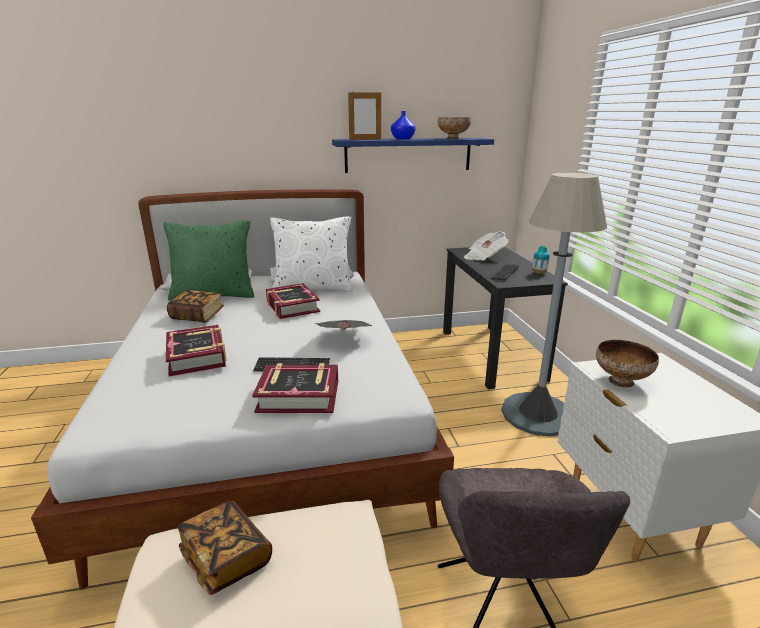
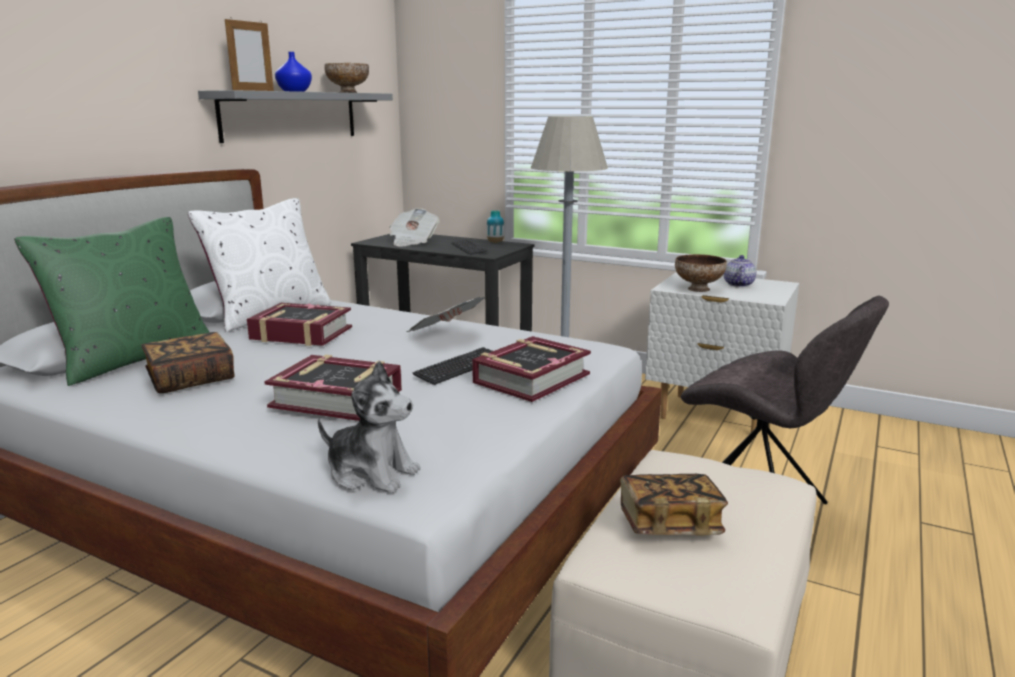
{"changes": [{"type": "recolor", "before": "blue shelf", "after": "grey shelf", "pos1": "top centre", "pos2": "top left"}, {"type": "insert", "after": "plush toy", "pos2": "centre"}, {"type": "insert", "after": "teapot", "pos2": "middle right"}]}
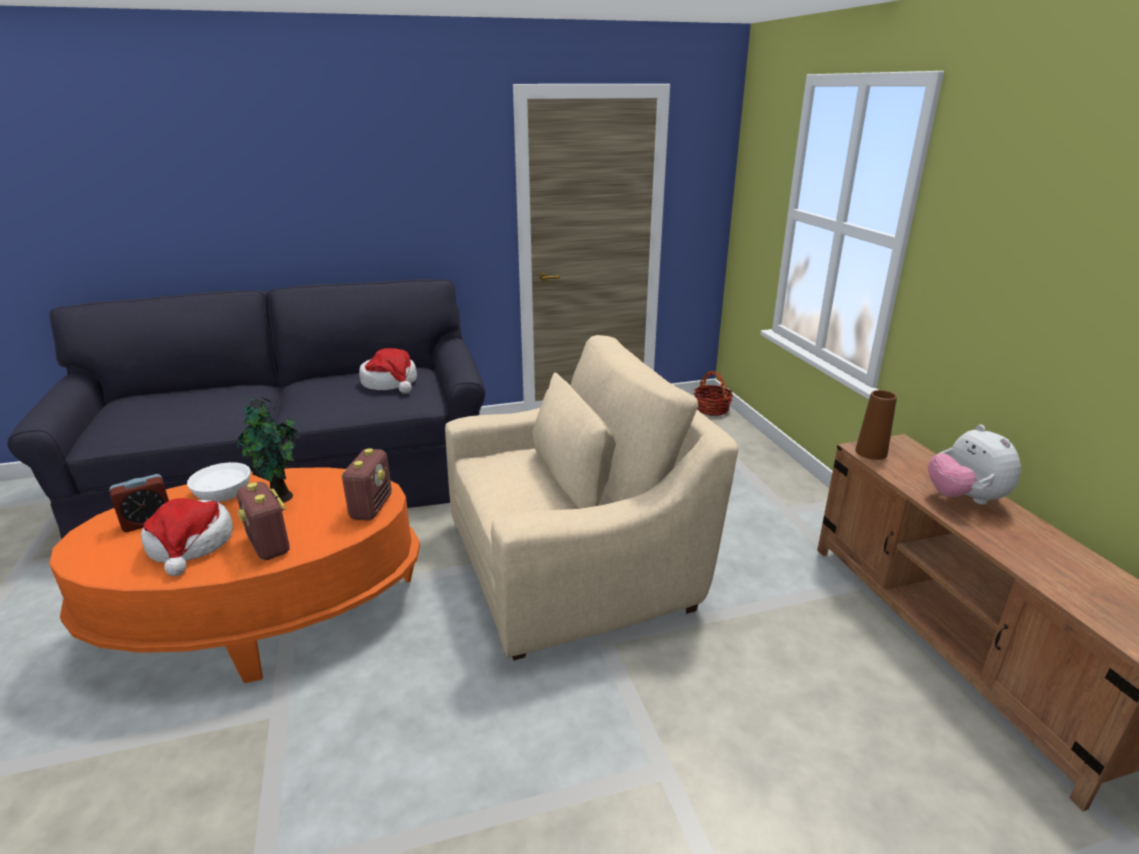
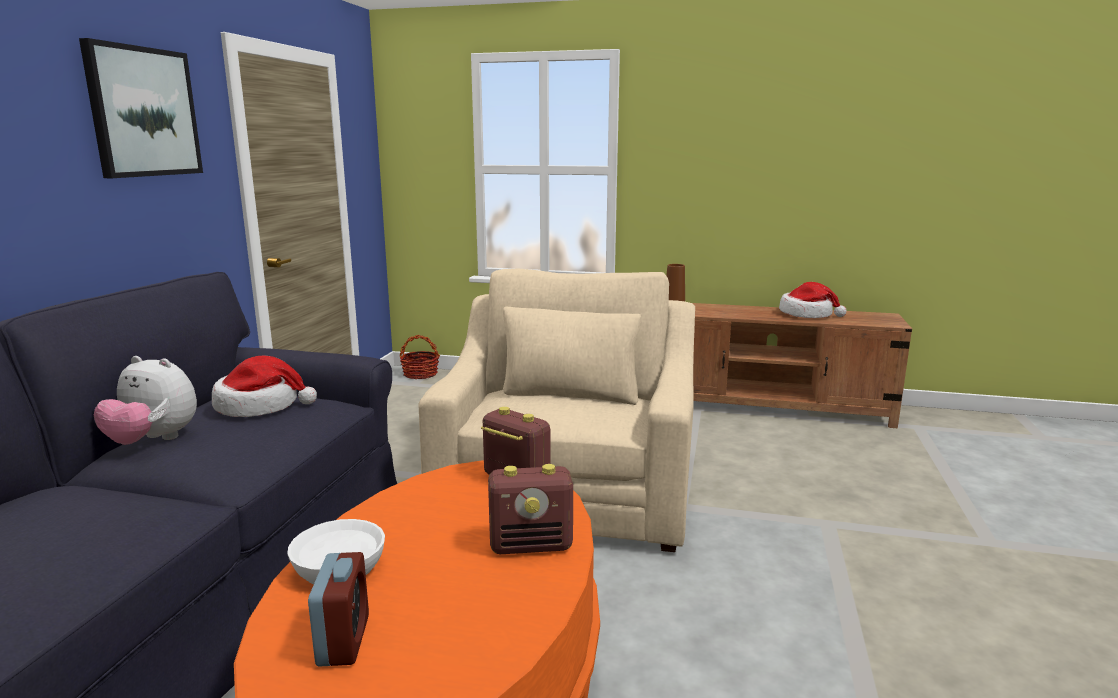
{"changes": [{"type": "insert", "after": "picture", "pos2": "top left"}, {"type": "move", "before": "plush toy", "pos1": "middle right", "pos2": "middle left"}, {"type": "move", "before": "hat (1st from left in the first image)", "after": "hat (2nd from left)", "pos1": "middle left", "pos2": "middle right"}, {"type": "delete", "before": "potted plant", "pos1": "middle left"}]}
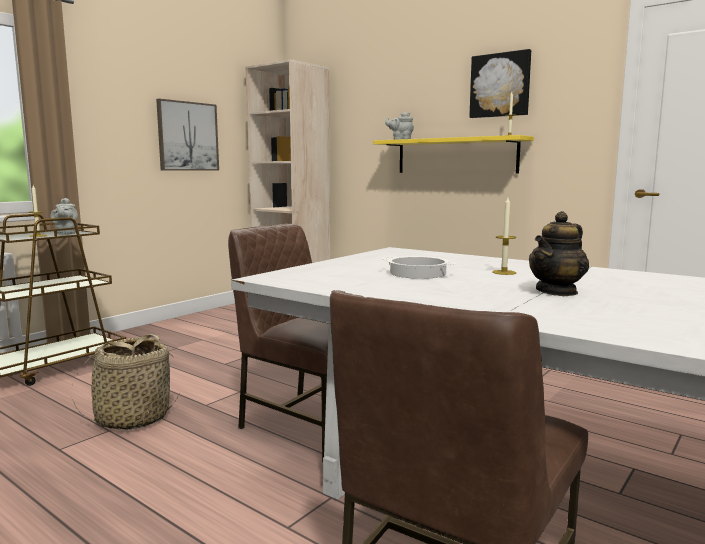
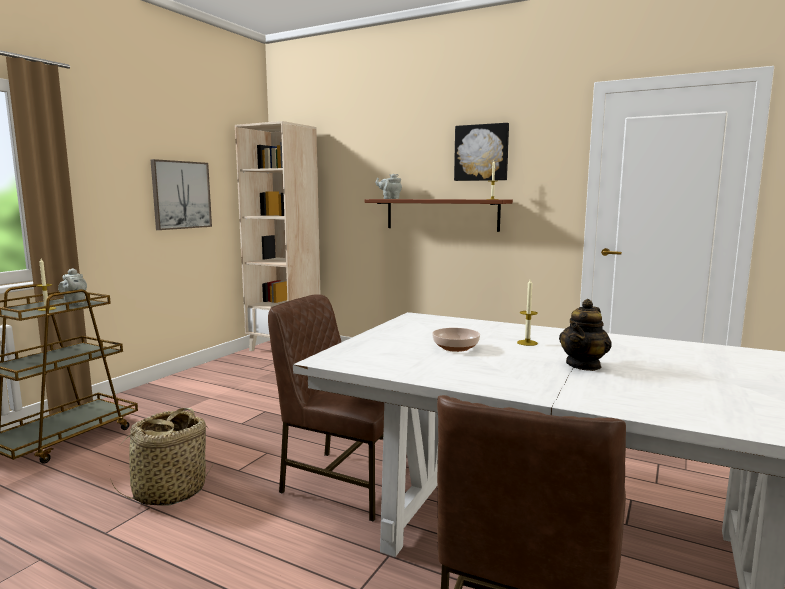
{"changes": [{"type": "recolor", "before": "yellow shelf", "after": "brown shelf", "pos1": "top centre", "pos2": "centre"}, {"type": "replace", "before": "cooking pot", "after": "bowl", "pos1": "centre", "pos2": "centre"}]}
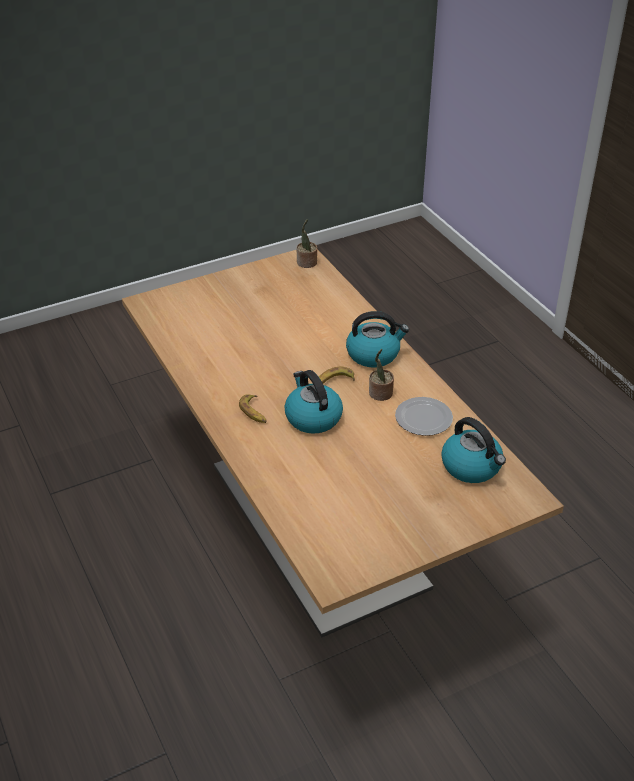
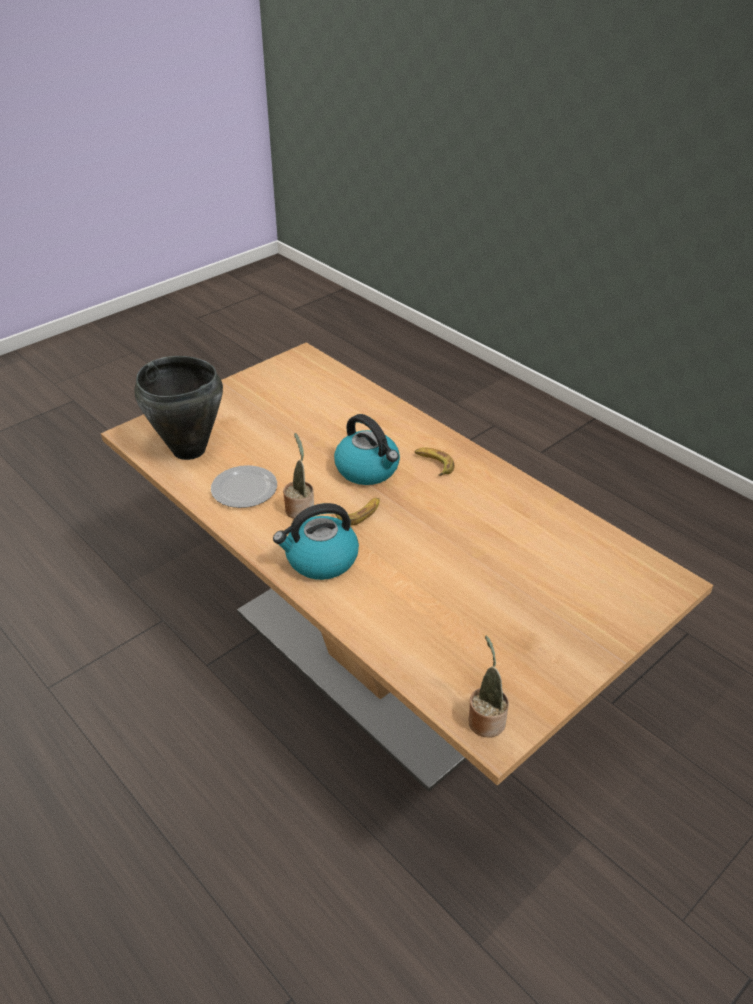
{"changes": [{"type": "replace", "before": "kettle (3rd from left)", "after": "black cooking pot", "pos1": "middle right", "pos2": "middle left"}]}
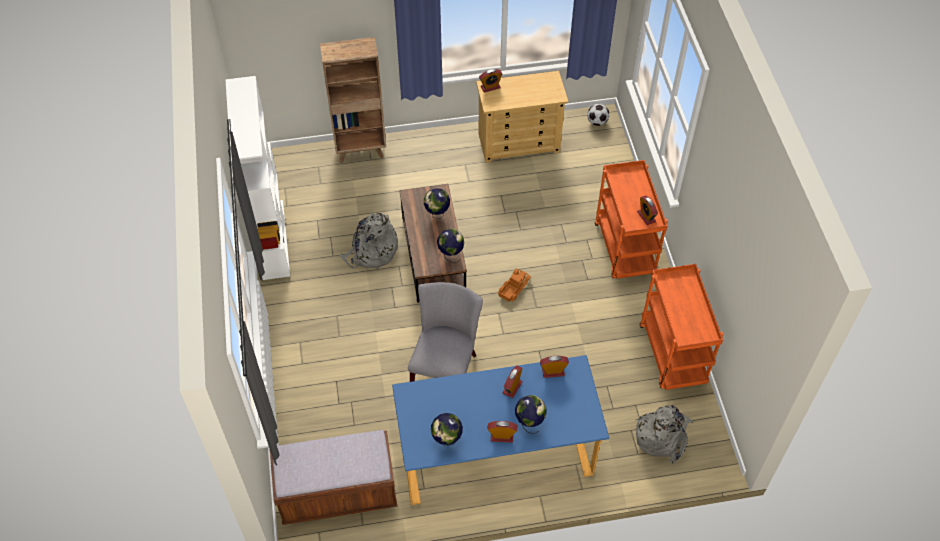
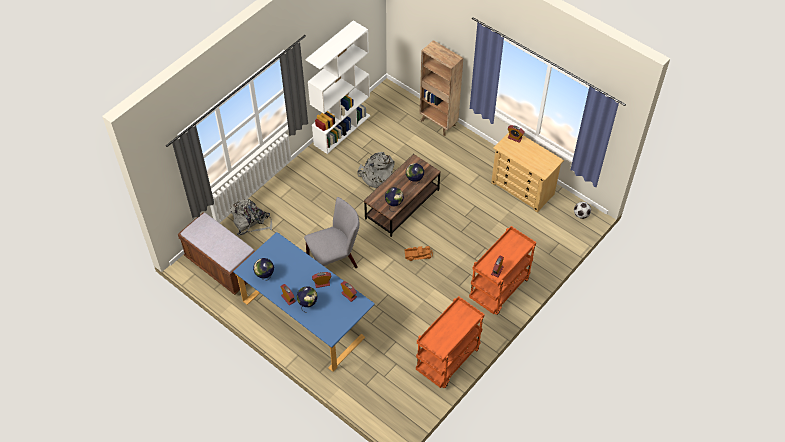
{"changes": [{"type": "move", "before": "grey backpack (2nd from left in the first image)", "after": "grey backpack (1st from left)", "pos1": "bottom right", "pos2": "middle left"}]}
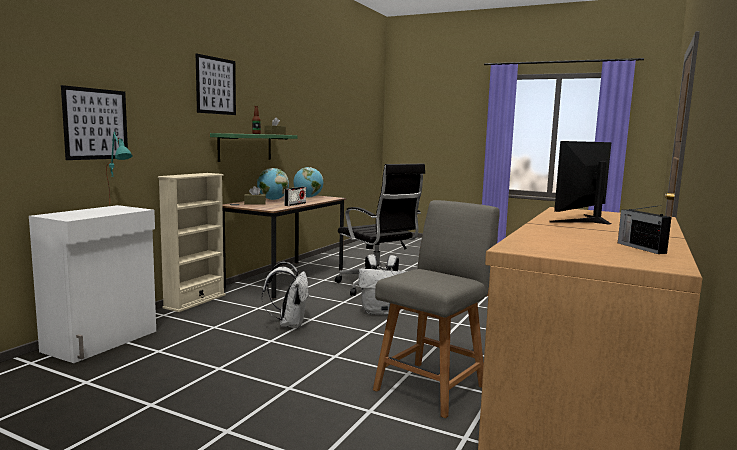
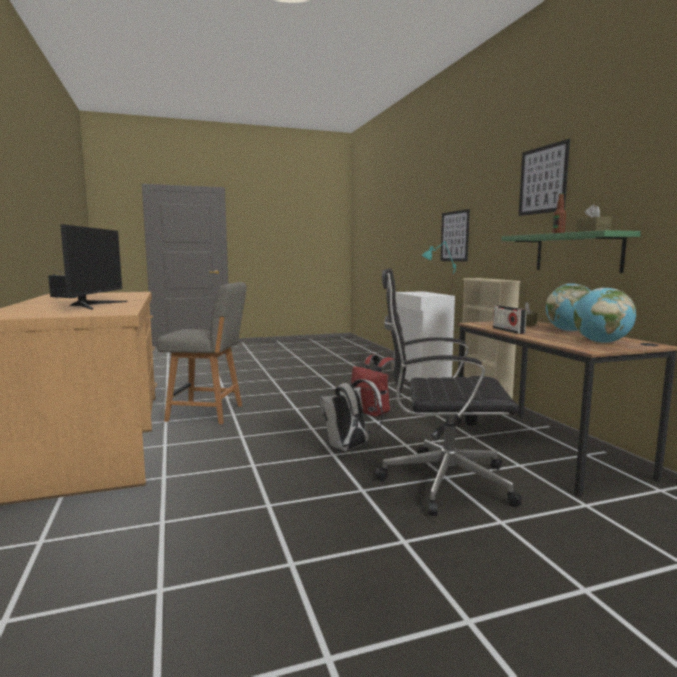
{"changes": [{"type": "rotate", "before": "grey chair", "pos1": "bottom centre", "pos2": "middle left", "turn": -75}, {"type": "recolor", "before": "white backpack (1st from left)", "after": "red backpack", "pos1": "centre", "pos2": "centre"}]}
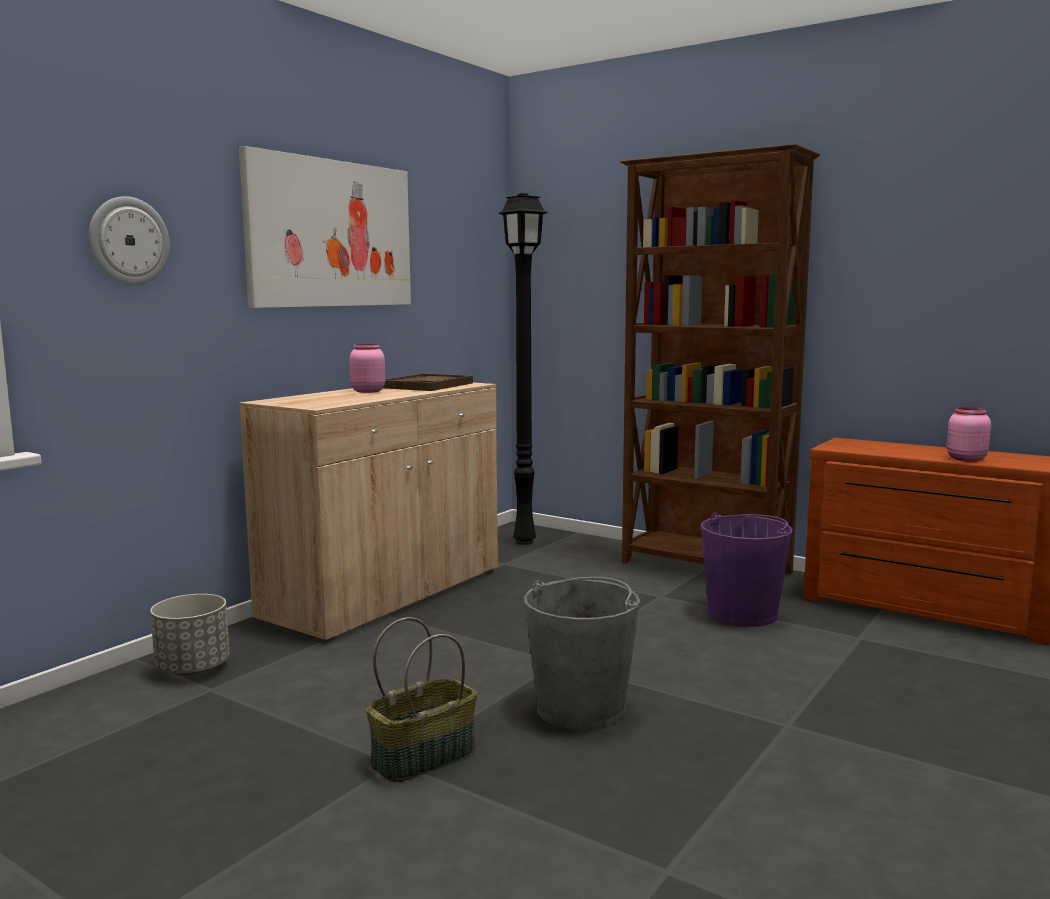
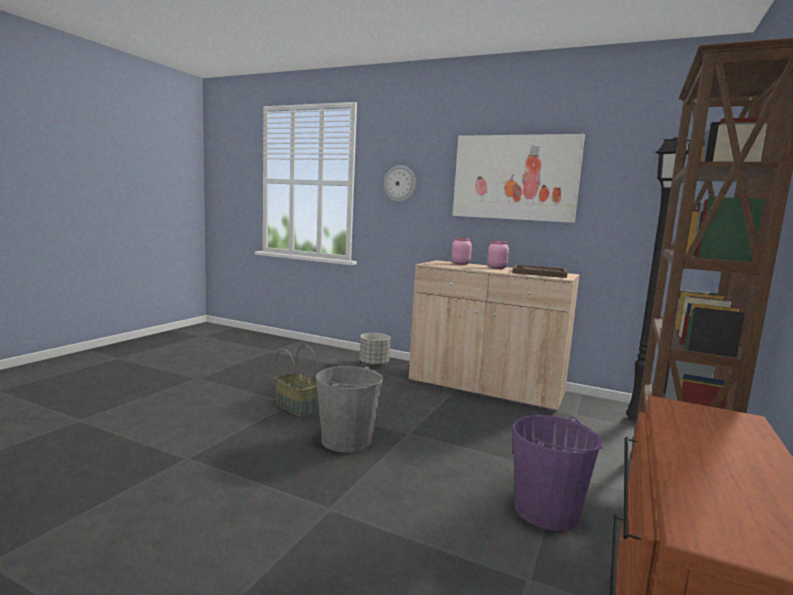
{"changes": [{"type": "move", "before": "pink jar (2nd from left in the first image)", "after": "pink jar (1st from left)", "pos1": "middle right", "pos2": "centre"}]}
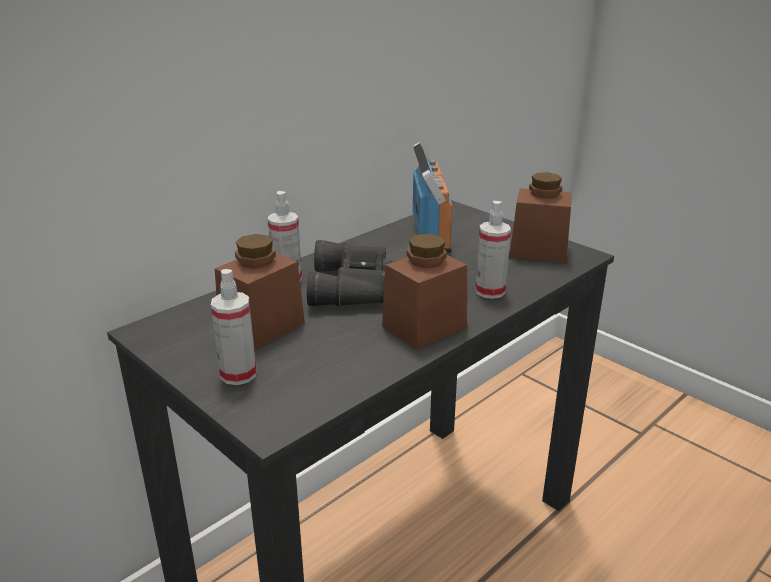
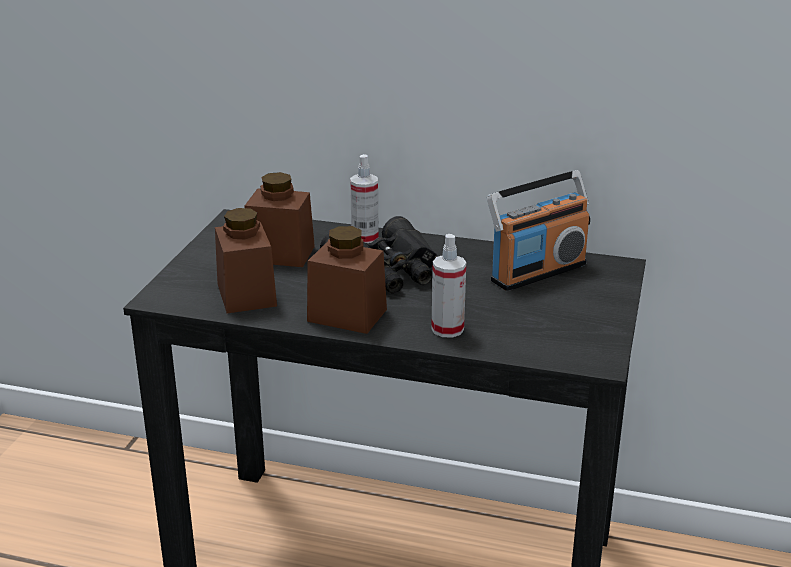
{"changes": [{"type": "move", "before": "brown jar (3rd from left in the first image)", "after": "brown jar (1st from left)", "pos1": "middle right", "pos2": "middle left"}, {"type": "delete", "before": "spray bottle (1st from left)", "pos1": "middle left"}]}
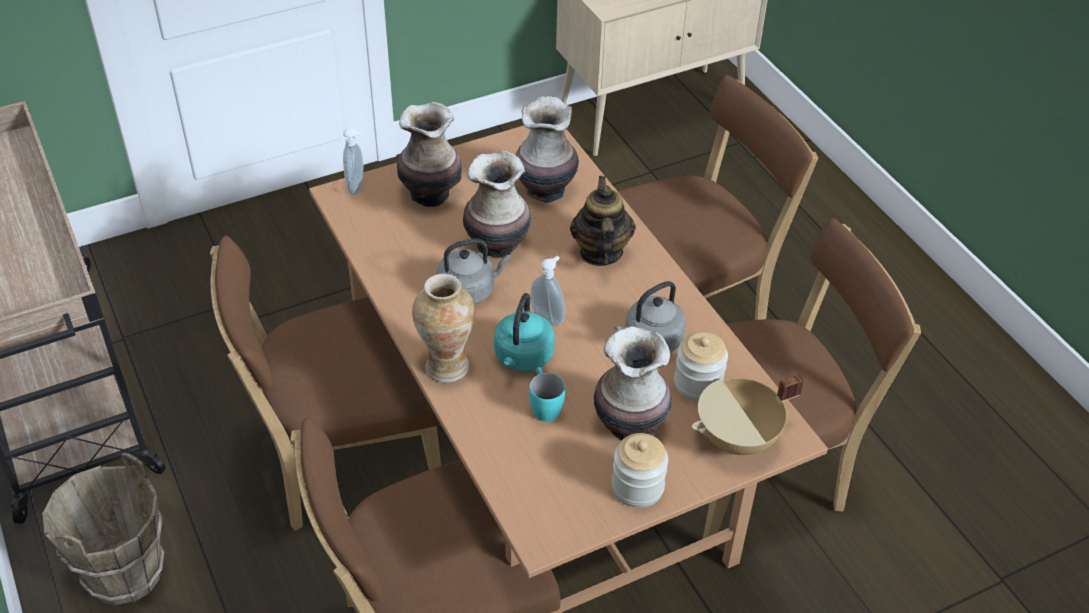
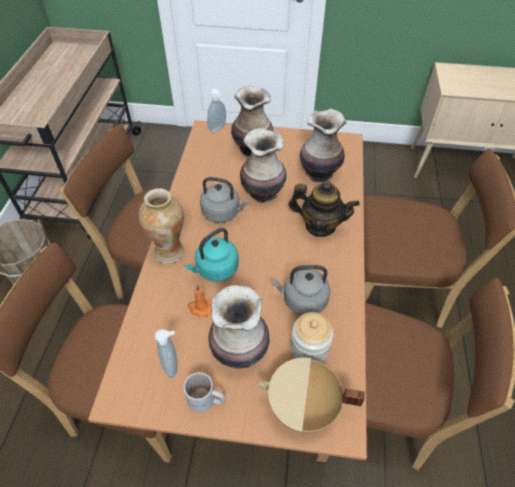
{"changes": [{"type": "move", "before": "soap dispenser (2nd from left in the first image)", "after": "soap dispenser (1st from left)", "pos1": "centre", "pos2": "bottom left"}, {"type": "replace", "before": "jar (1st from left)", "after": "white mug", "pos1": "bottom centre", "pos2": "bottom centre"}, {"type": "replace", "before": "turquoise mug", "after": "orange candle", "pos1": "centre", "pos2": "centre"}, {"type": "rotate", "before": "teapot", "pos1": "centre", "pos2": "centre", "turn": 75}]}
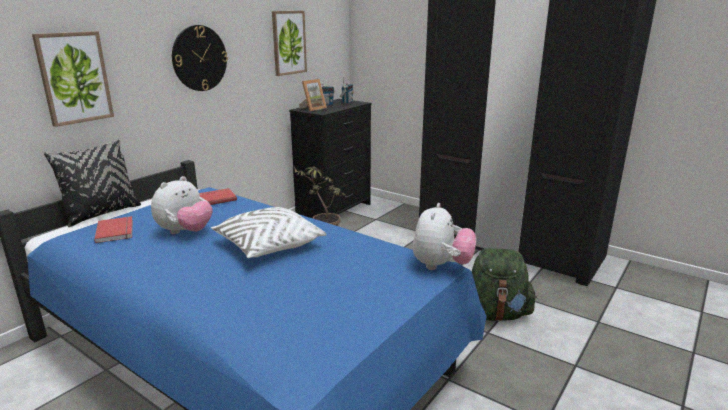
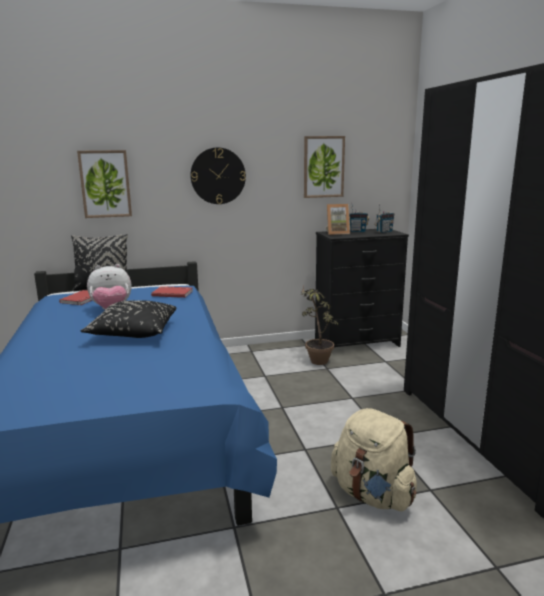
{"changes": [{"type": "recolor", "before": "white pillow", "after": "black pillow (2nd from left)", "pos1": "centre", "pos2": "middle left"}, {"type": "recolor", "before": "green backpack", "after": "beige backpack", "pos1": "bottom right", "pos2": "bottom right"}, {"type": "delete", "before": "plush toy (2nd from left)", "pos1": "centre"}]}
